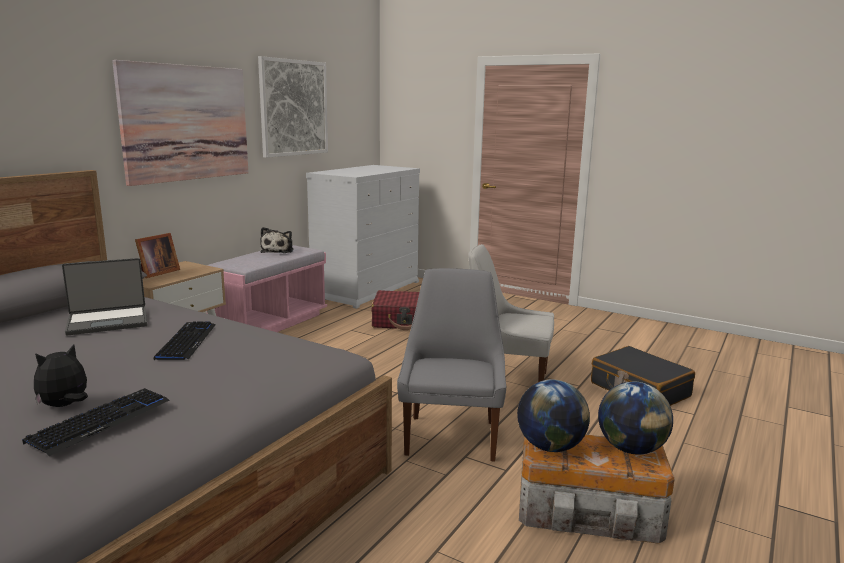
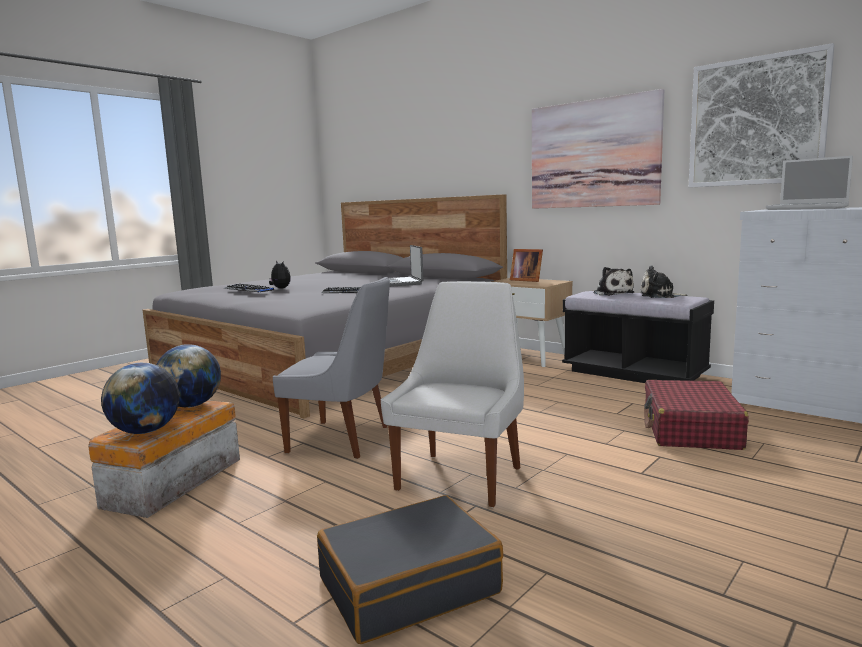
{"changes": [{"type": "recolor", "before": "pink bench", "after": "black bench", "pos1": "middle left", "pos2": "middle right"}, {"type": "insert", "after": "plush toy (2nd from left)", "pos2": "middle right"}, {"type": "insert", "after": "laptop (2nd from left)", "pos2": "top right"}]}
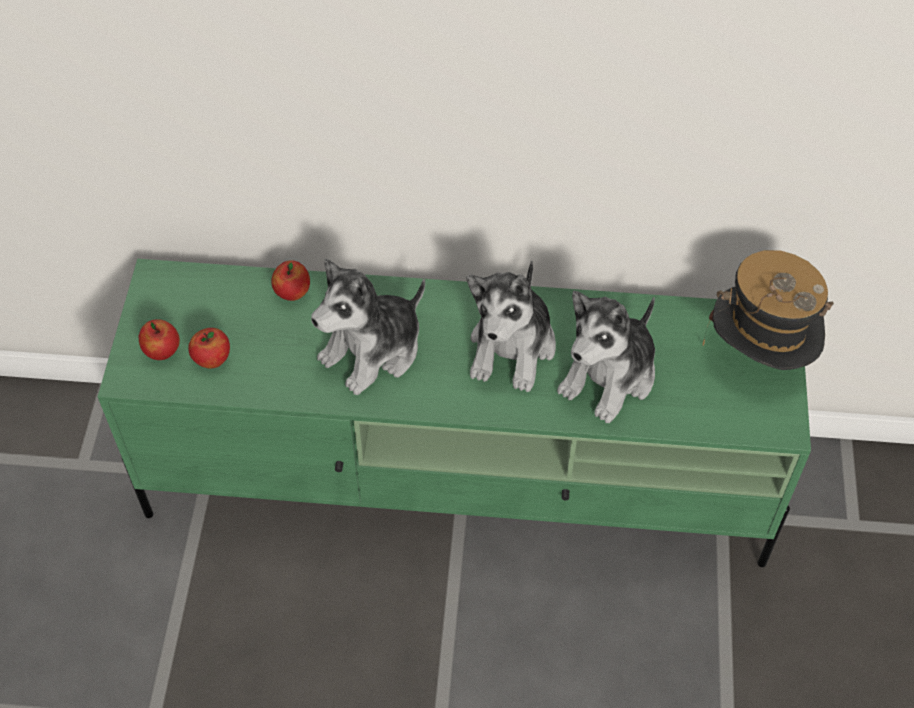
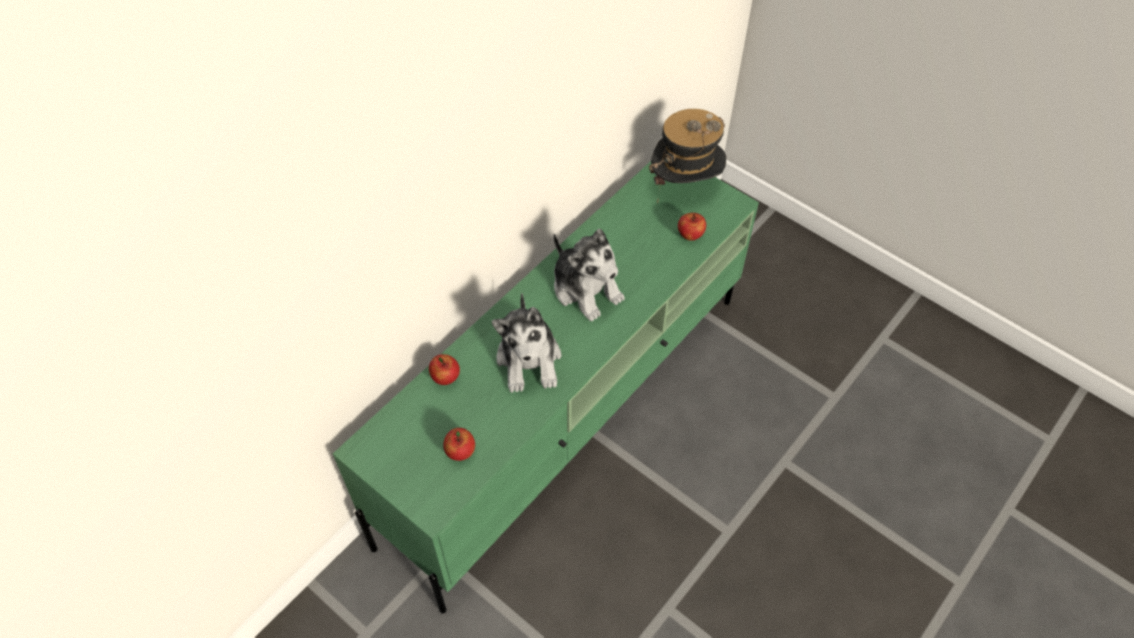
{"changes": [{"type": "move", "before": "apple (1st from left in the first image)", "after": "apple (3rd from left)", "pos1": "middle left", "pos2": "centre"}, {"type": "delete", "before": "plush toy (3rd from left)", "pos1": "centre"}]}
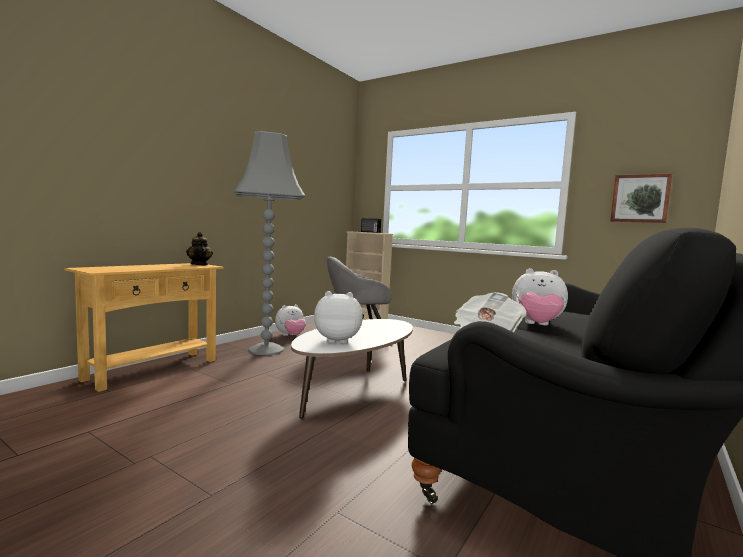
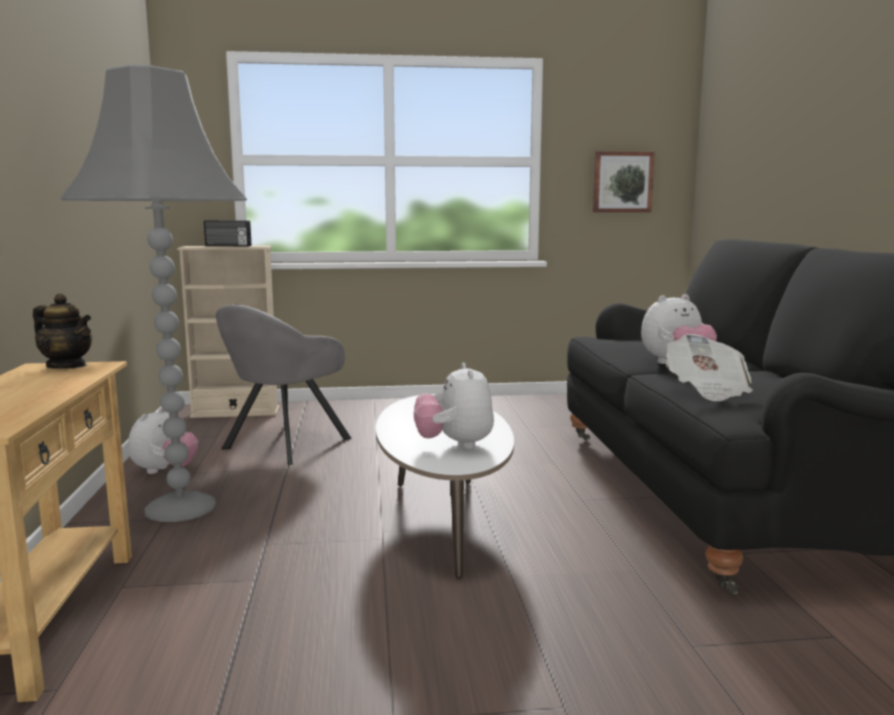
{"changes": [{"type": "rotate", "before": "plush toy (2nd from left)", "pos1": "centre", "pos2": "centre", "turn": -60}]}
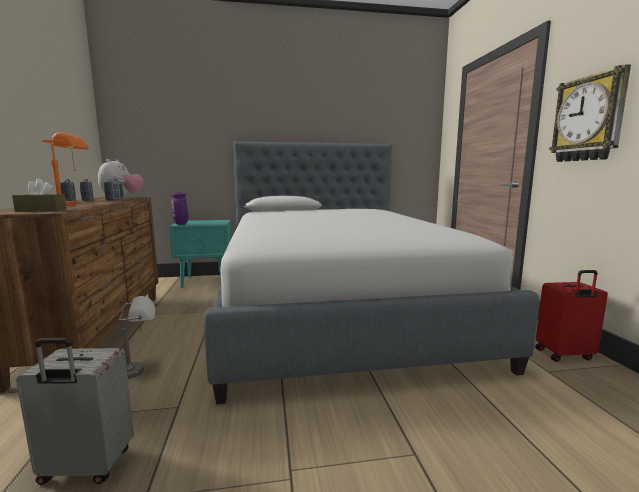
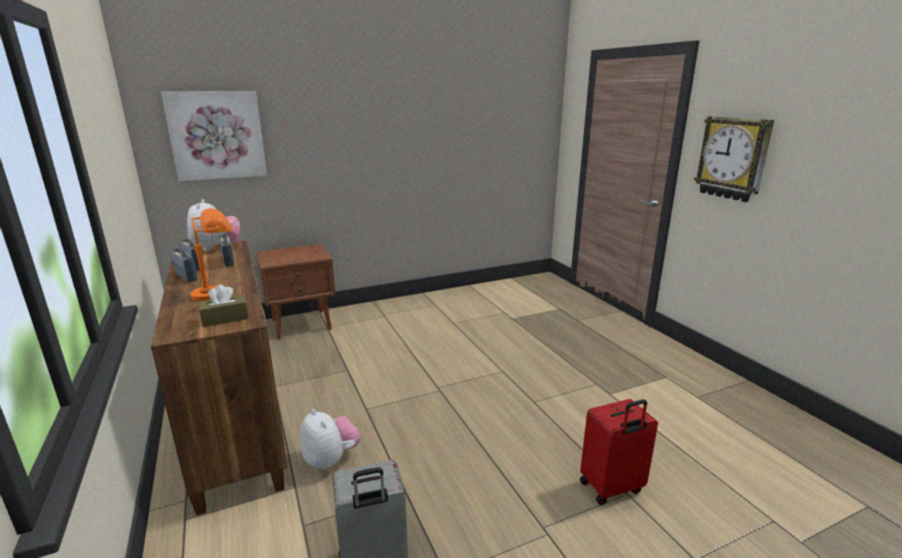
{"changes": [{"type": "insert", "after": "picture", "pos2": "top left"}, {"type": "recolor", "before": "turquoise nightstand", "after": "brown nightstand", "pos1": "middle left", "pos2": "middle left"}, {"type": "replace", "before": "grey table lamp", "after": "plush toy (2nd from left)", "pos1": "bottom left", "pos2": "bottom centre"}, {"type": "move", "before": "red suitcase", "pos1": "middle right", "pos2": "bottom right"}, {"type": "delete", "before": "purple vase", "pos1": "middle left"}, {"type": "delete", "before": "bed", "pos1": "centre"}]}
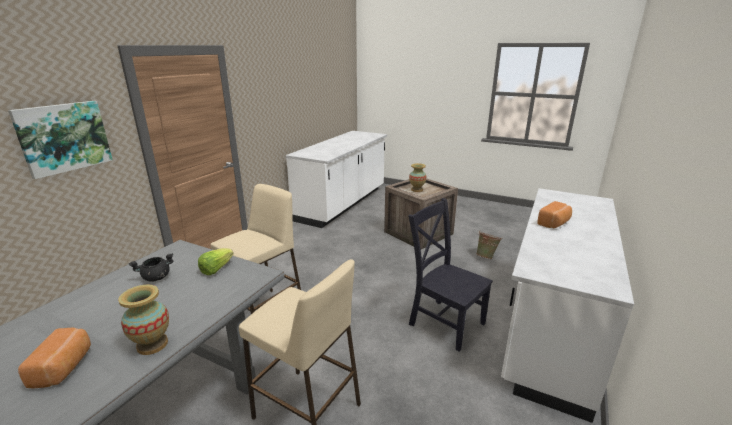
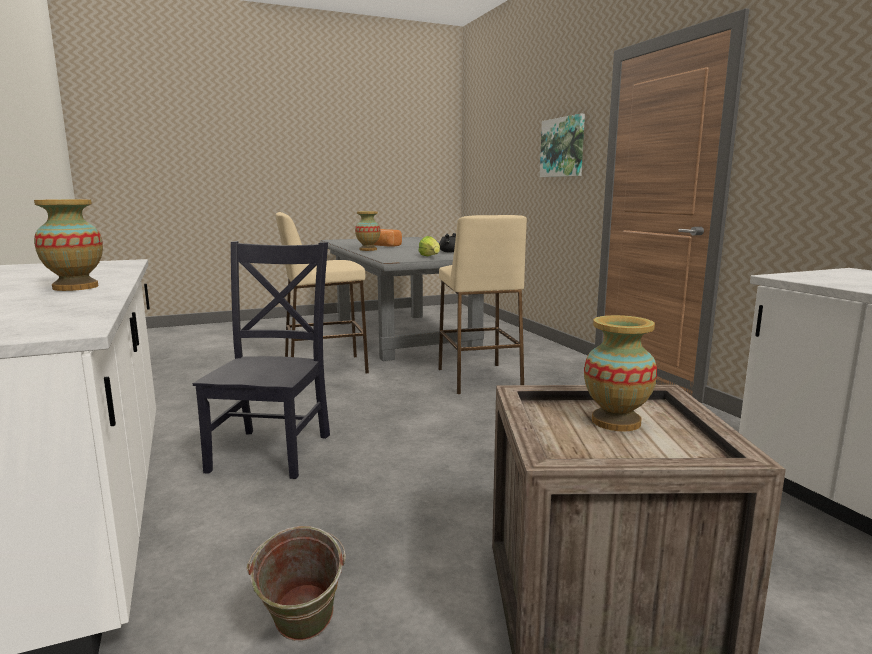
{"changes": [{"type": "replace", "before": "bread (2nd from left)", "after": "vase (1st from left)", "pos1": "middle right", "pos2": "middle left"}, {"type": "rotate", "before": "black chair", "pos1": "centre", "pos2": "middle left", "turn": -75}]}
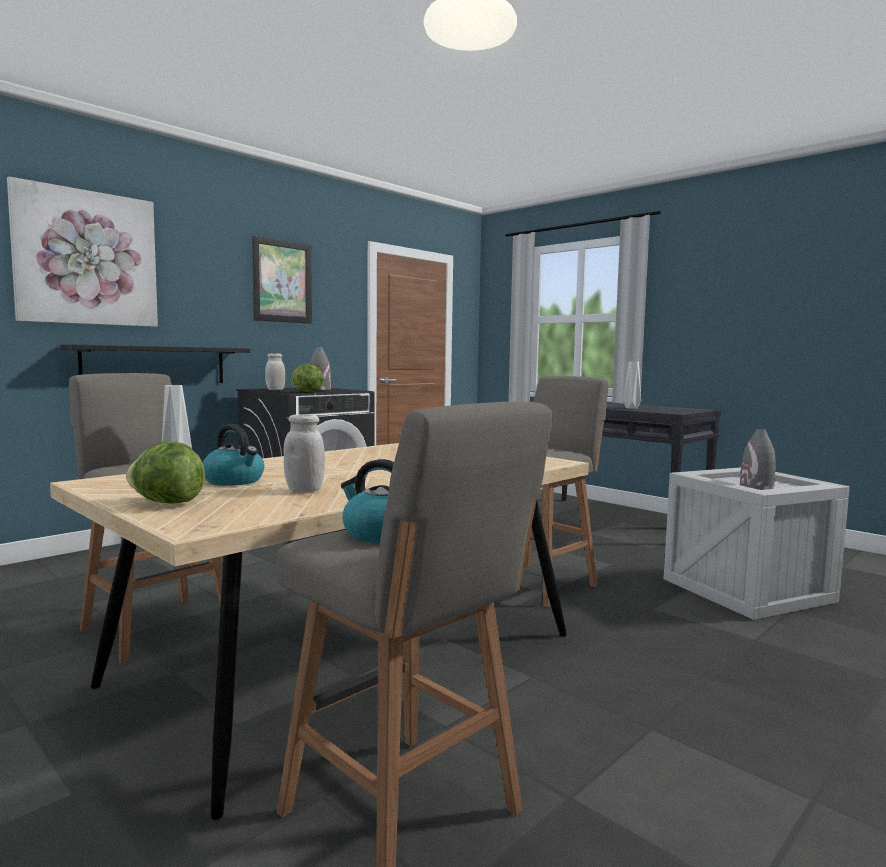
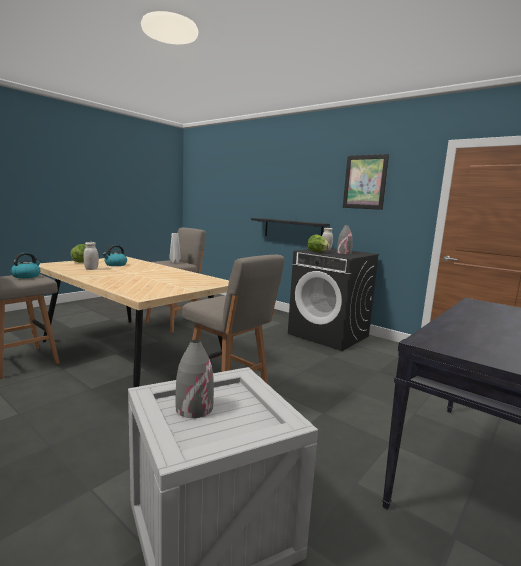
{"changes": [{"type": "delete", "before": "picture (1st from left)", "pos1": "top left"}, {"type": "delete", "before": "grey vase (3rd from left)", "pos1": "middle right"}]}
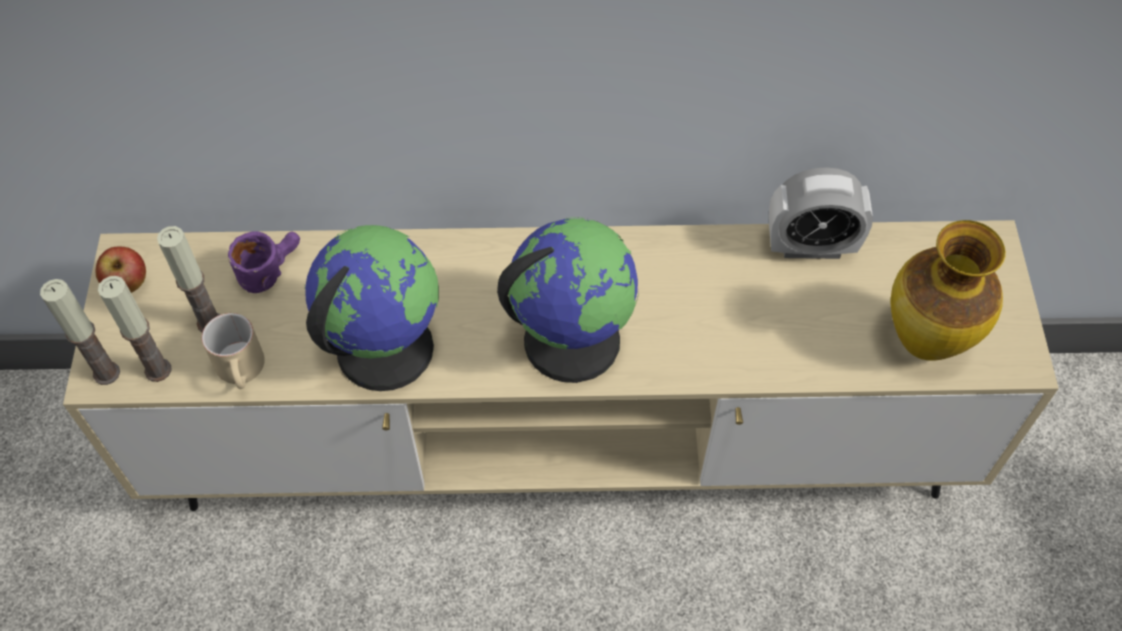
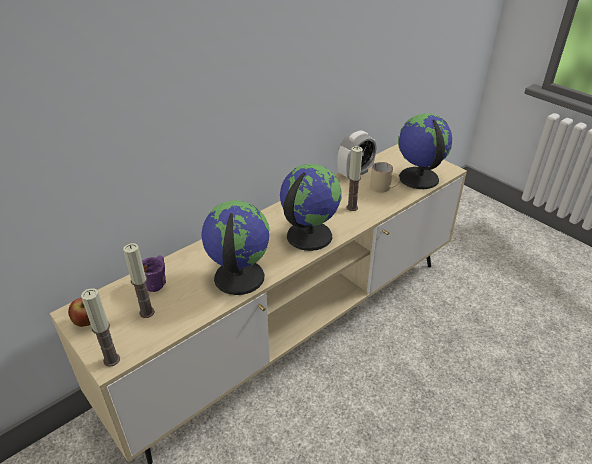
{"changes": [{"type": "move", "before": "candle (2nd from left in the first image)", "after": "candle (3rd from left)", "pos1": "middle left", "pos2": "centre"}, {"type": "move", "before": "beige mug", "pos1": "middle left", "pos2": "centre"}, {"type": "replace", "before": "vase", "after": "globe (3rd from left)", "pos1": "middle right", "pos2": "top right"}]}
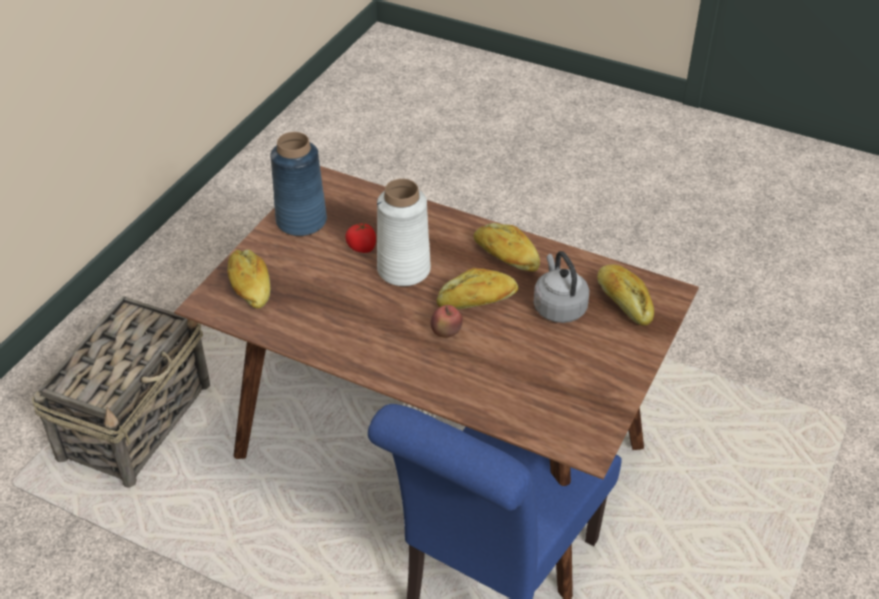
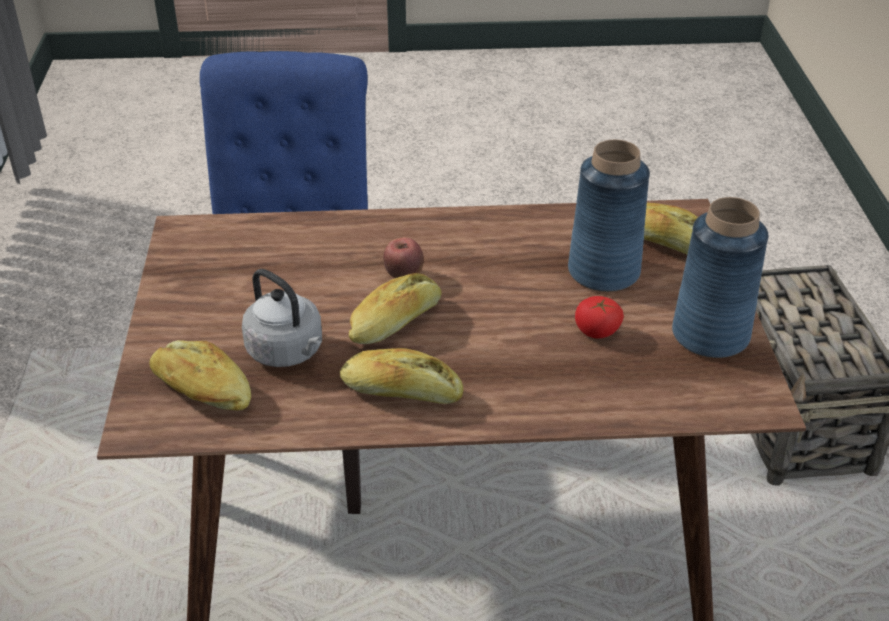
{"changes": [{"type": "insert", "after": "blue vase (1st from left)", "pos2": "middle right"}, {"type": "delete", "before": "white vase", "pos1": "centre"}]}
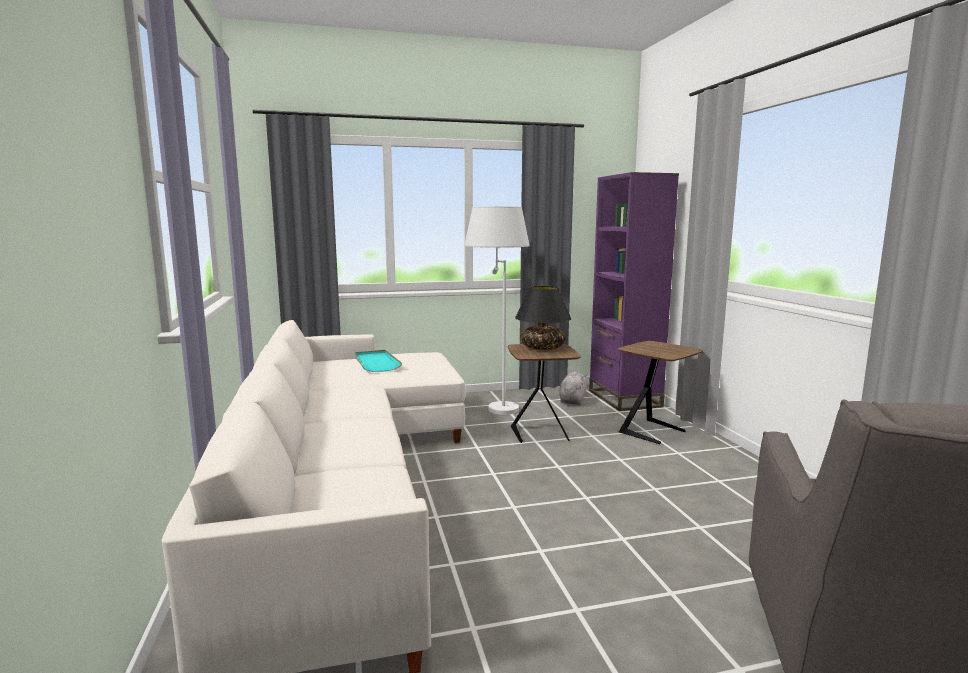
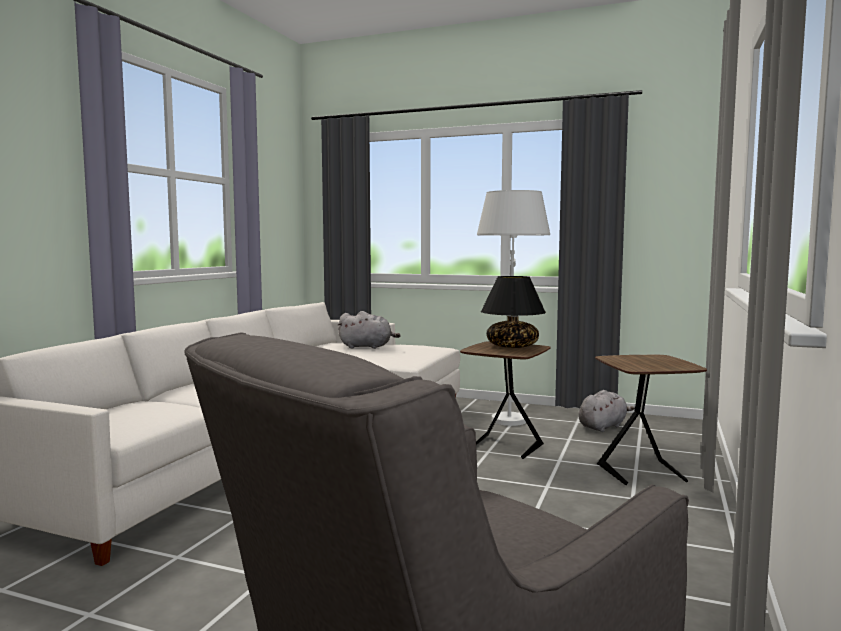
{"changes": [{"type": "replace", "before": "turquoise tray", "after": "grey plush toy (1st from left)", "pos1": "centre", "pos2": "centre"}, {"type": "delete", "before": "purple bookcase", "pos1": "centre"}]}
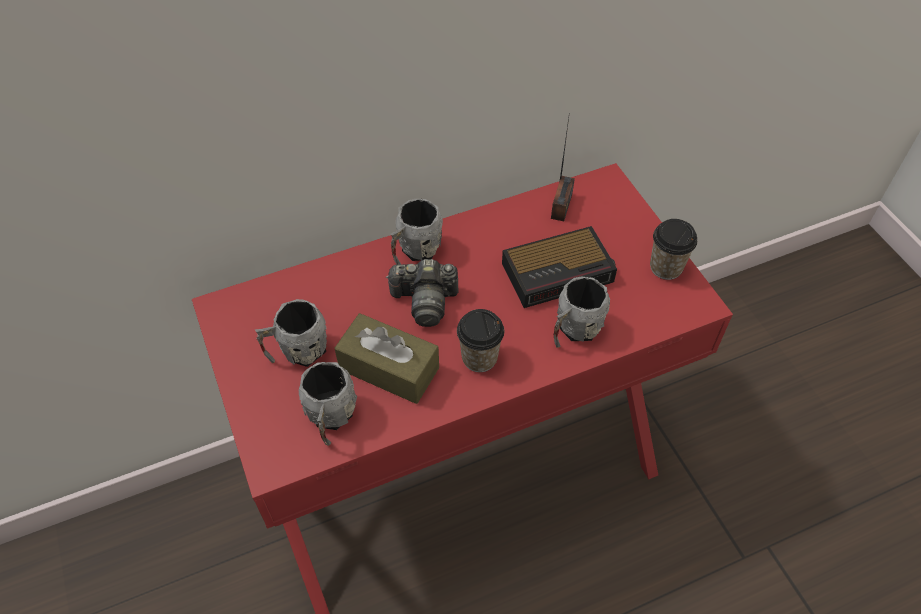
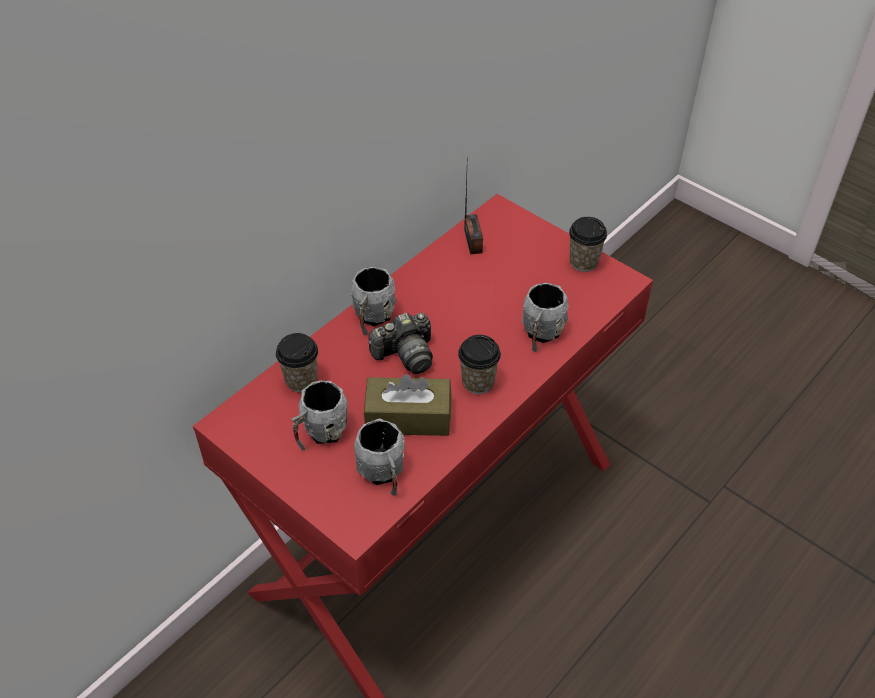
{"changes": [{"type": "insert", "after": "cup (1st from left)", "pos2": "centre"}, {"type": "delete", "before": "alarm clock", "pos1": "centre"}]}
